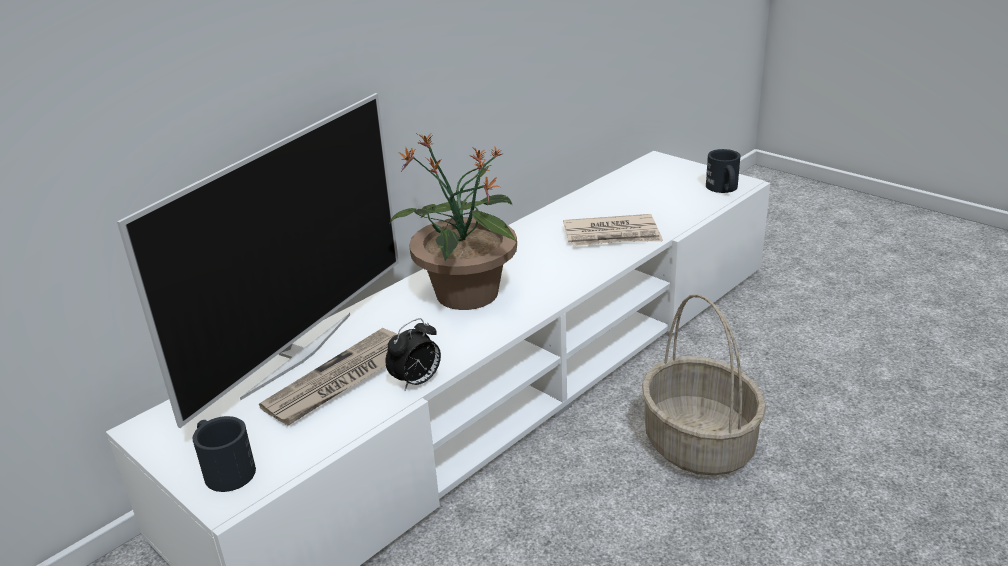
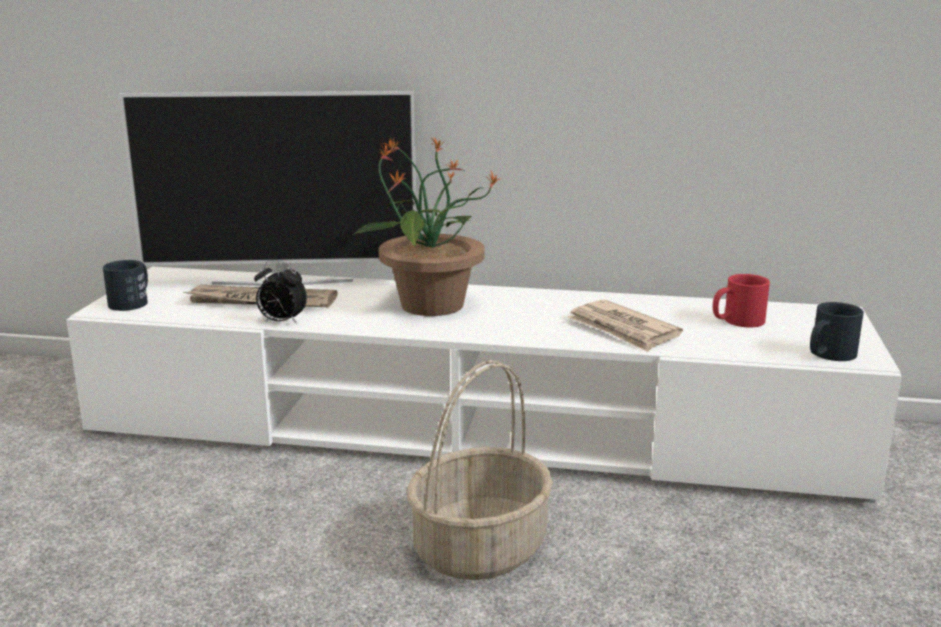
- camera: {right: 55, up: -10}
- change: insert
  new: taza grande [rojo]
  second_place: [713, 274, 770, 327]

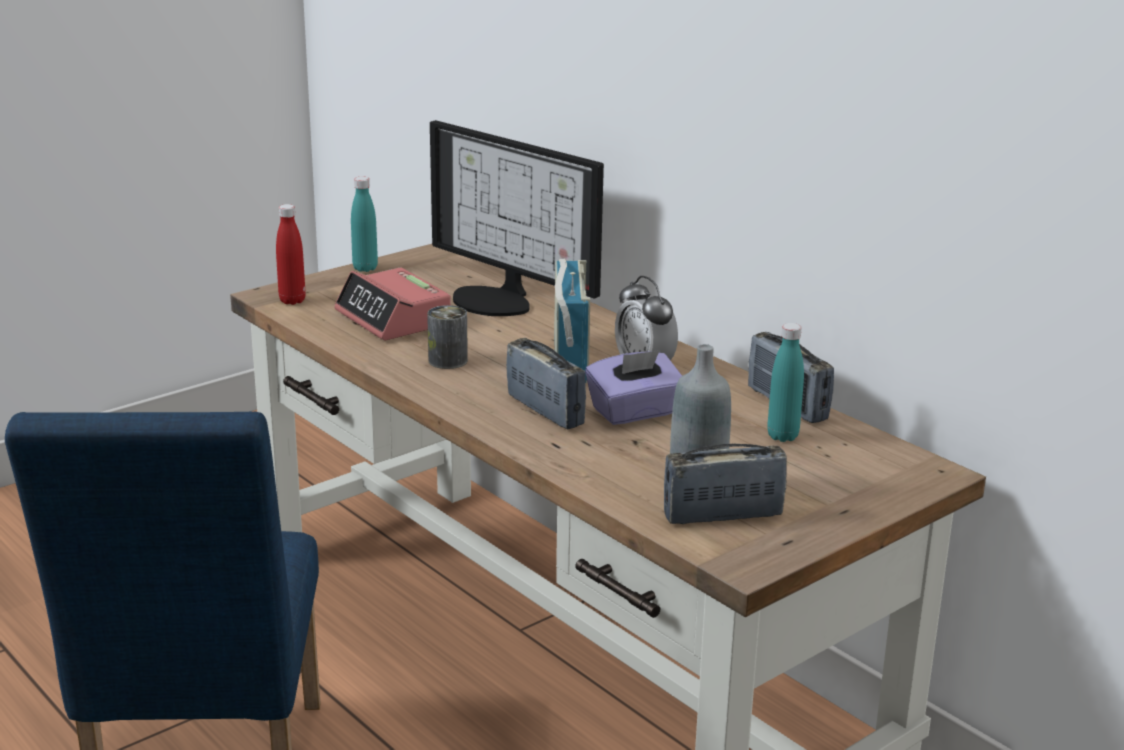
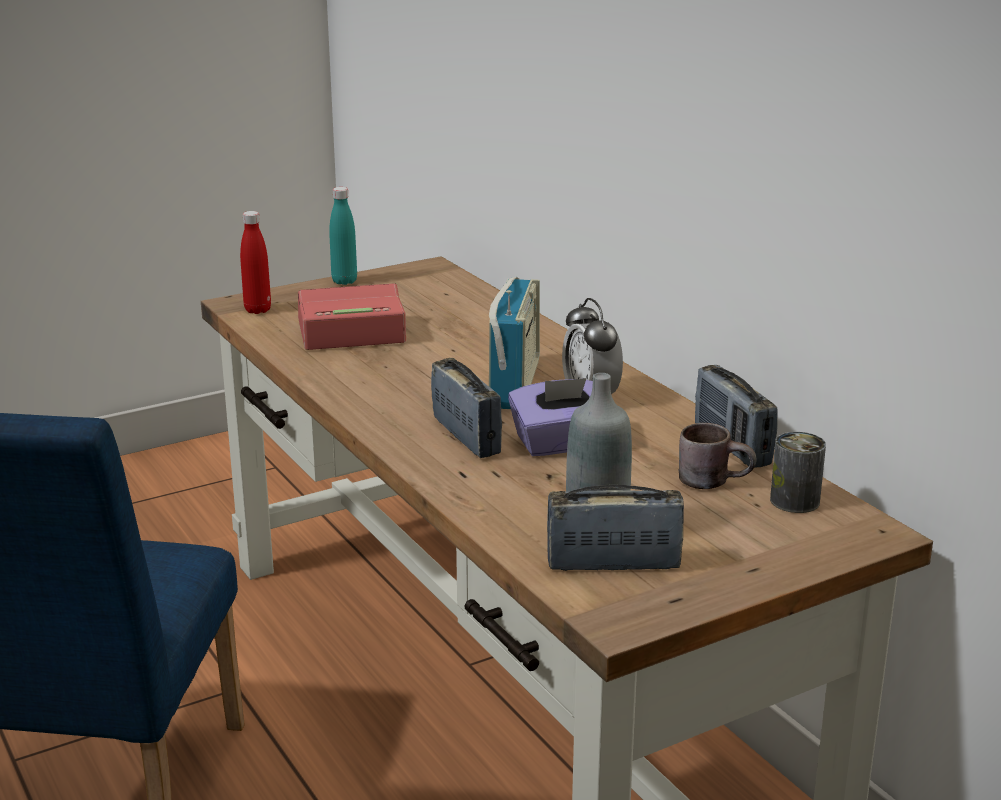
- camera: {right: 10, up: 0}
- change: delete
  old: monitor
  first_place: [430, 120, 604, 316]
- change: rotate
  old: despertador
  first_place: [334, 267, 451, 340]
  second_place: [298, 283, 406, 350]
  degrees: 105
- change: move
  old: lata
  first_place: [427, 305, 468, 369]
  second_place: [770, 432, 826, 513]
- change: replace
  old: botella [turquesa]
  new: taza grande [marrón]
  first_place: [767, 323, 804, 442]
  second_place: [679, 423, 757, 489]

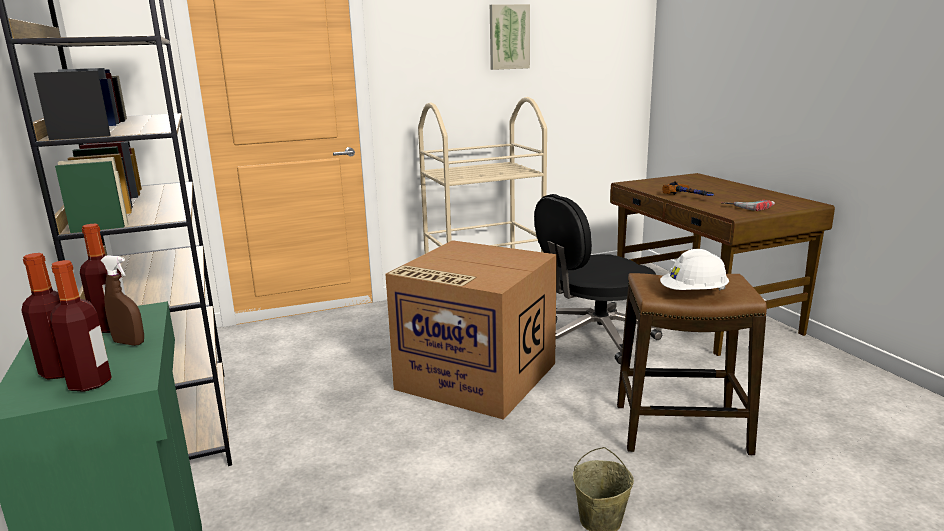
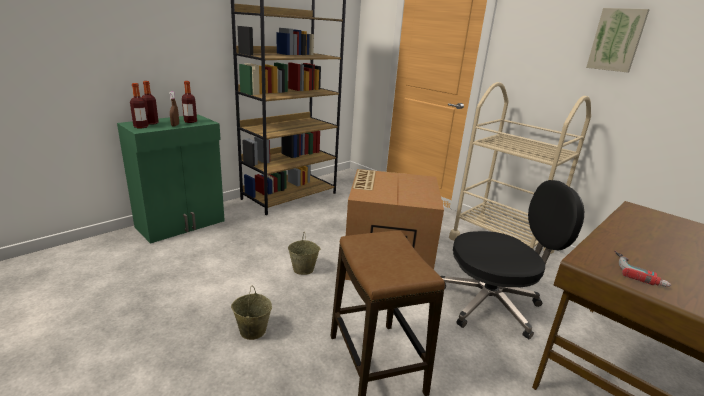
- camera: {right: 65, up: 5}
- change: delete
  old: martillo
  first_place: [662, 181, 714, 196]
- change: rotate
  old: silla de oficina [negro]
  first_place: [534, 194, 662, 364]
  second_place: [440, 180, 584, 339]
  degrees: 135
- change: delete
  old: casco [blanco]
  first_place: [660, 249, 729, 291]
- change: insert
  new: cubo [beis]
  second_place: [288, 233, 320, 275]

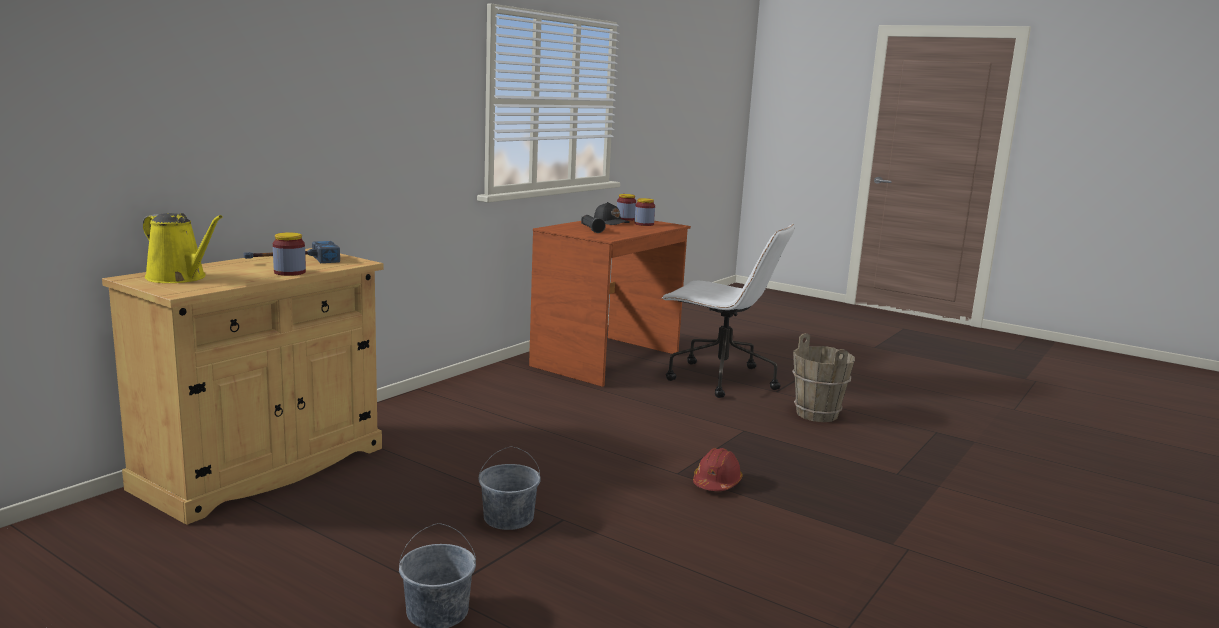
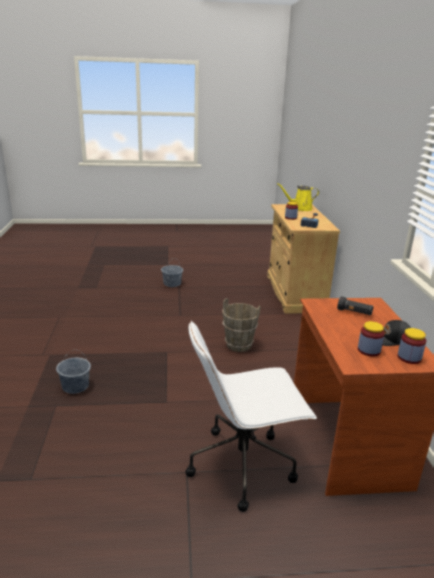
- camera: {right: 140, up: 10}
- change: move
  old: cubo [marrón]
  first_place: [792, 333, 855, 422]
  second_place: [222, 298, 260, 352]
- change: move
  old: cubo [gris]
  first_place: [479, 446, 541, 530]
  second_place: [56, 350, 91, 394]
- change: delete
  old: casco [rojo]
  first_place: [693, 448, 743, 491]

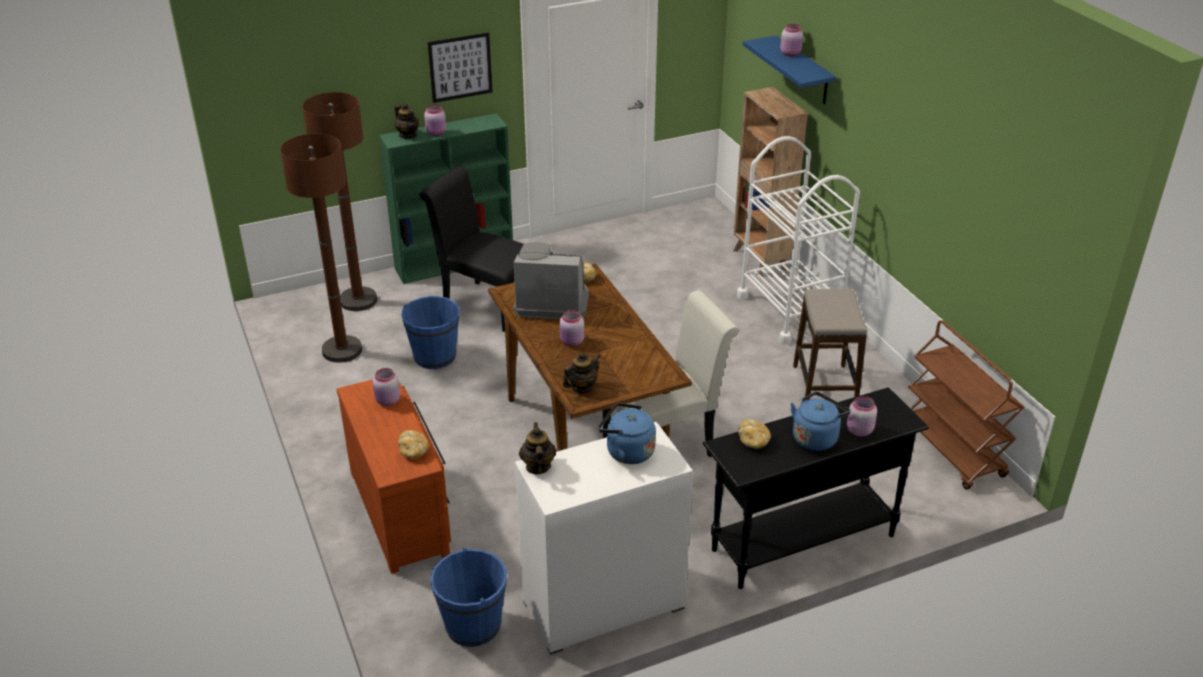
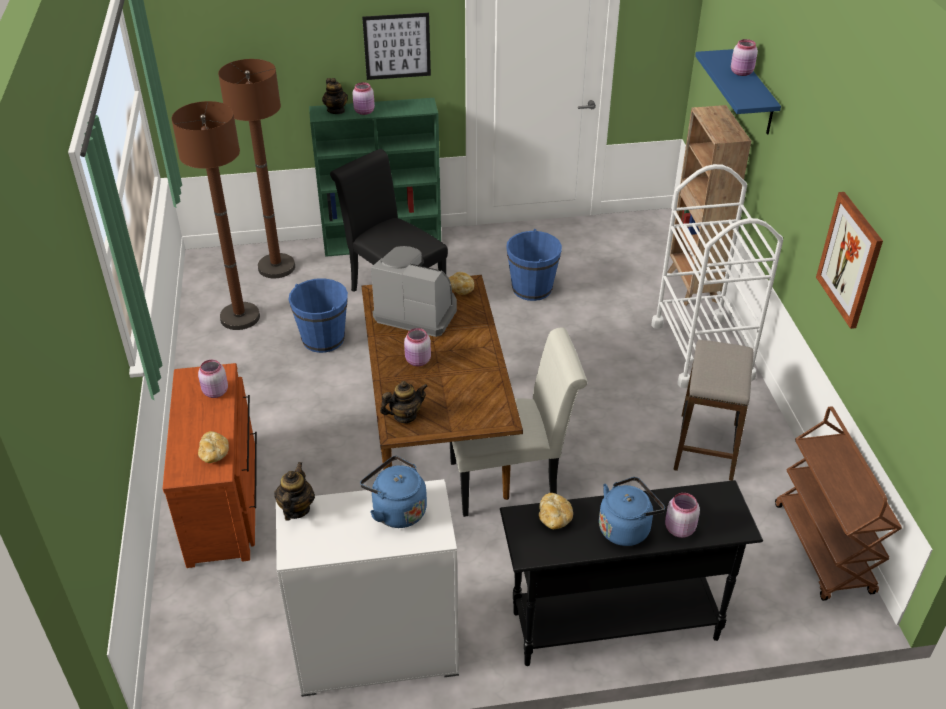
- camera: {right: 15, up: 5}
- change: move
  old: cubo [azul]
  first_place: [430, 547, 507, 647]
  second_place: [506, 229, 562, 301]
- change: insert
  new: cuadro
  second_place: [816, 192, 883, 329]

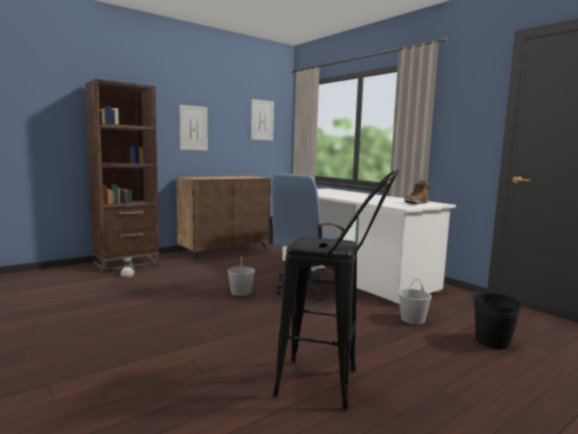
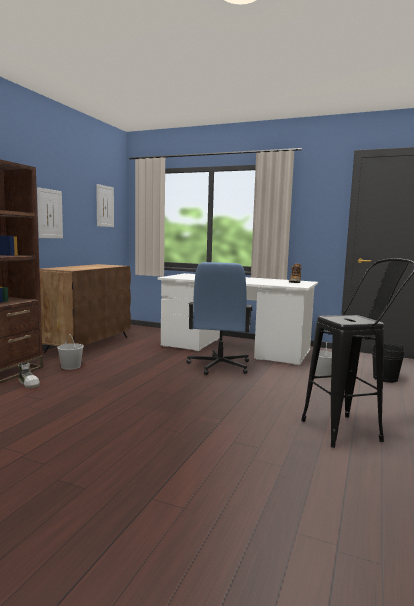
- camera: {right: -30, up: 0}
- change: move
  old: cubo [blanco]
  first_place: [227, 257, 255, 296]
  second_place: [57, 334, 84, 370]

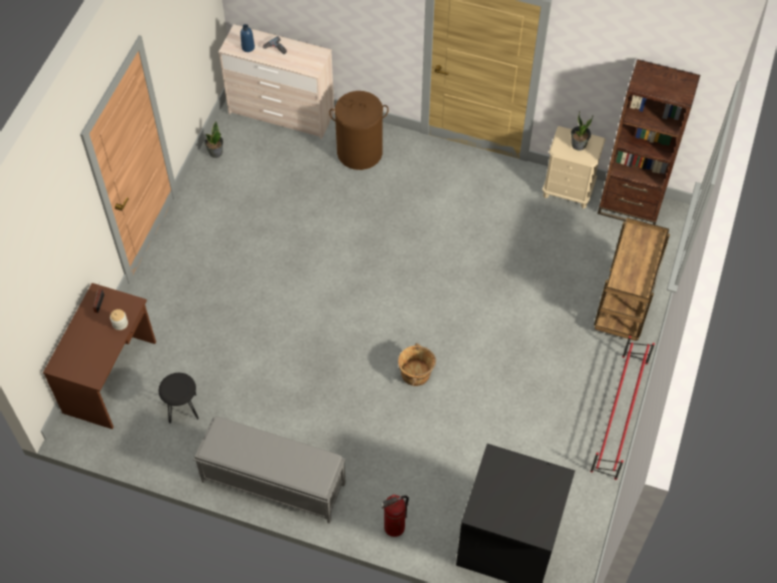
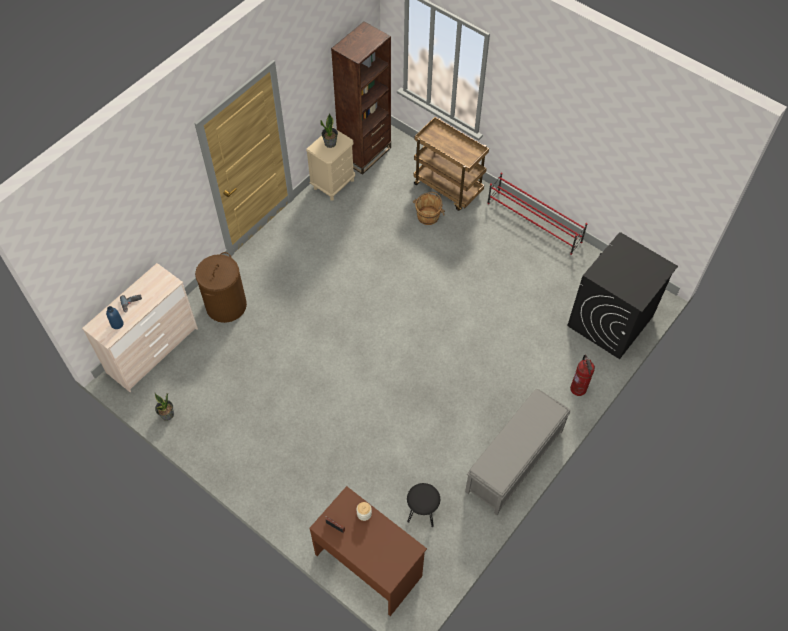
- camera: {right: -70, up: 0}
- change: move
  old: cubo [marrón]
  first_place: [398, 343, 436, 386]
  second_place: [413, 192, 445, 225]

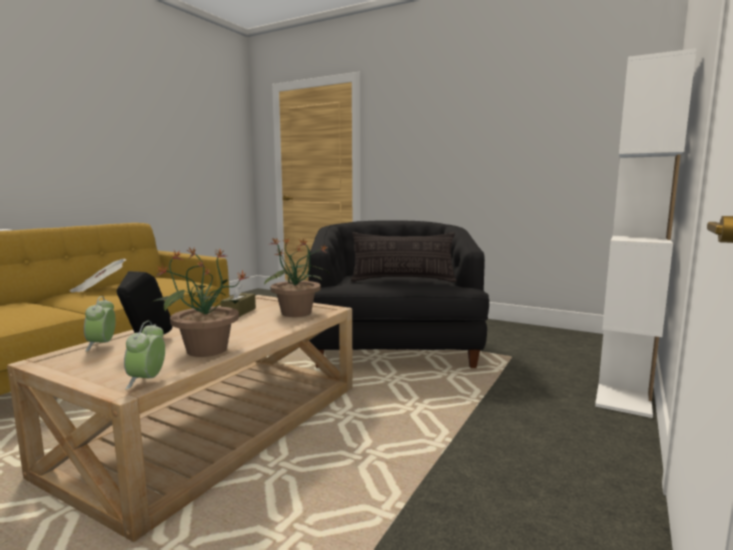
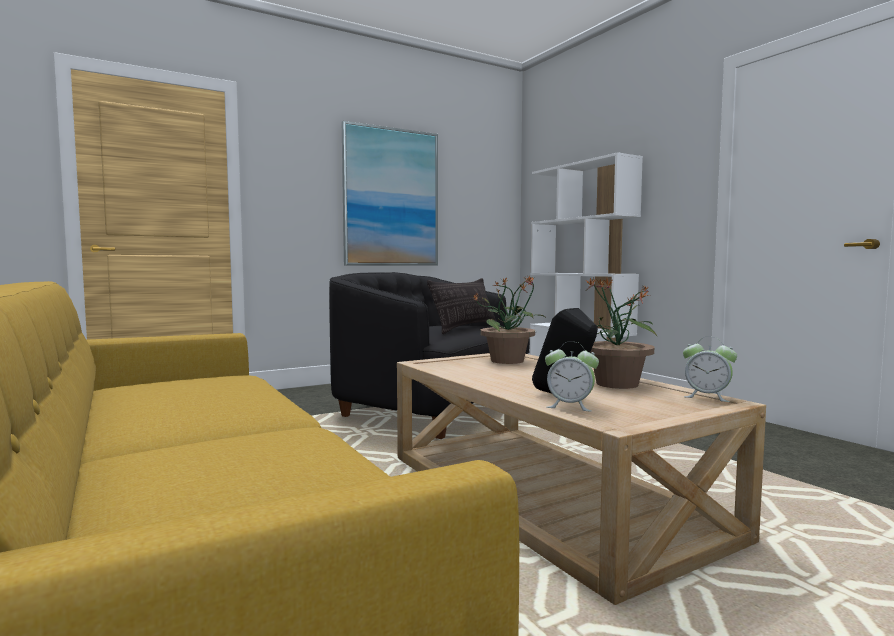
- camera: {right: -60, up: -5}
- change: delete
  old: periódico
  first_place: [70, 259, 126, 292]
- change: delete
  old: caja de pañuelos [marrón]
  first_place: [221, 282, 256, 317]
- change: insert
  new: cuadro
  second_place: [342, 121, 438, 266]

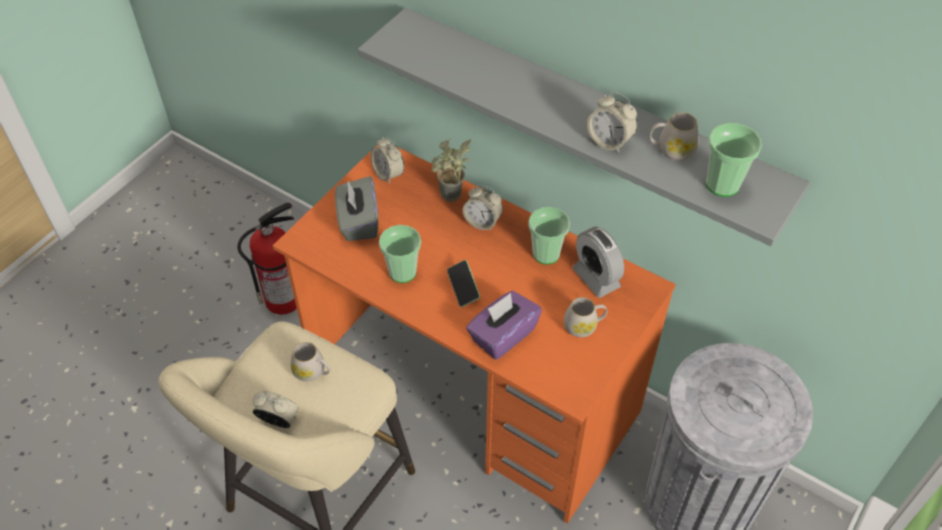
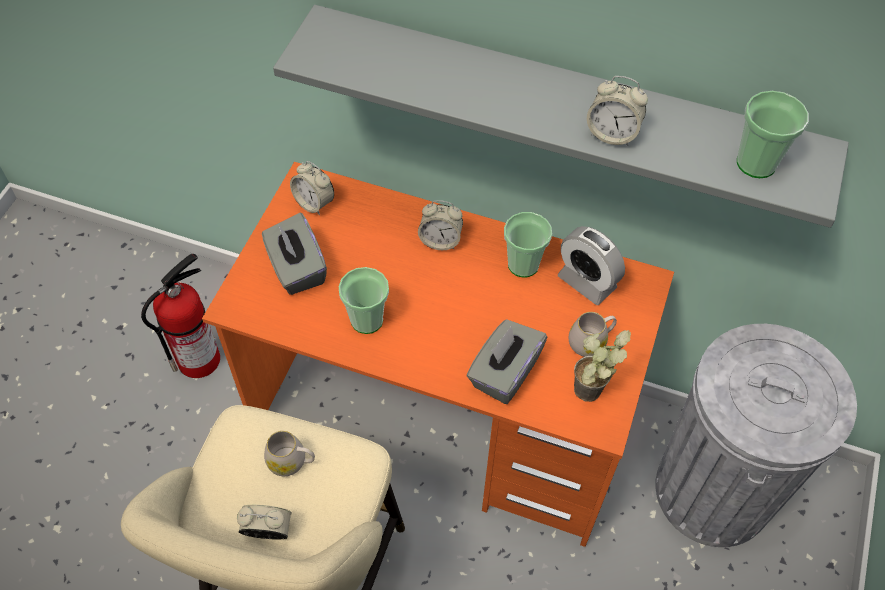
- camera: {right: -15, up: 5}
- change: delete
  old: taza grande [blanco]
  first_place: [650, 112, 699, 161]
- change: move
  old: planta en maceta
  first_place: [431, 139, 472, 202]
  second_place: [574, 330, 631, 402]
- change: delete
  old: móvil
  first_place: [447, 260, 480, 307]
- change: recolor
  old: caja de pañuelos [morado]
  new: caja de pañuelos [gris]
  first_place: [466, 291, 542, 360]
  second_place: [466, 320, 547, 404]

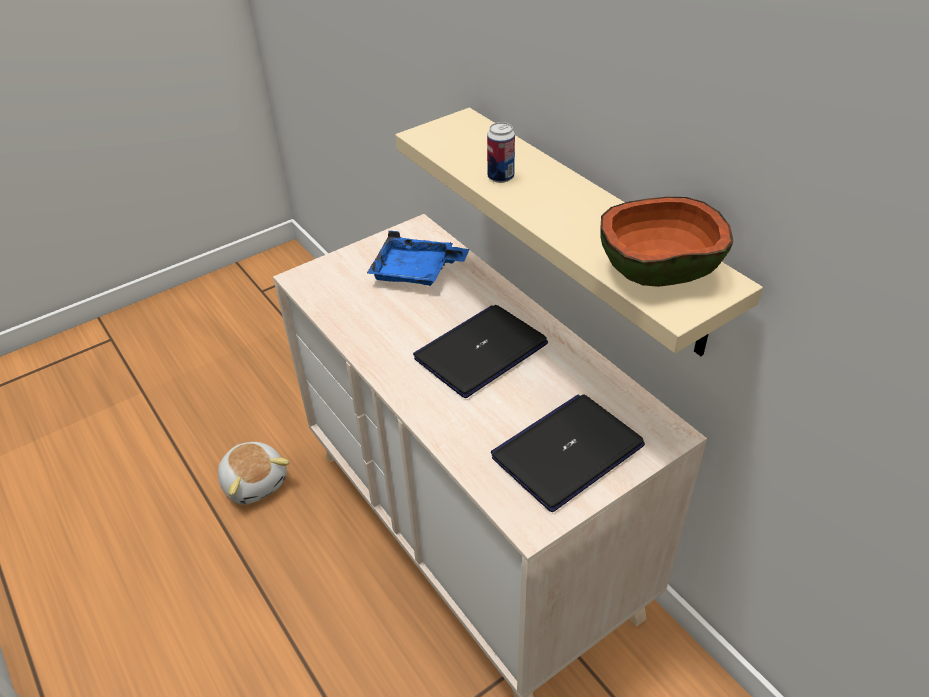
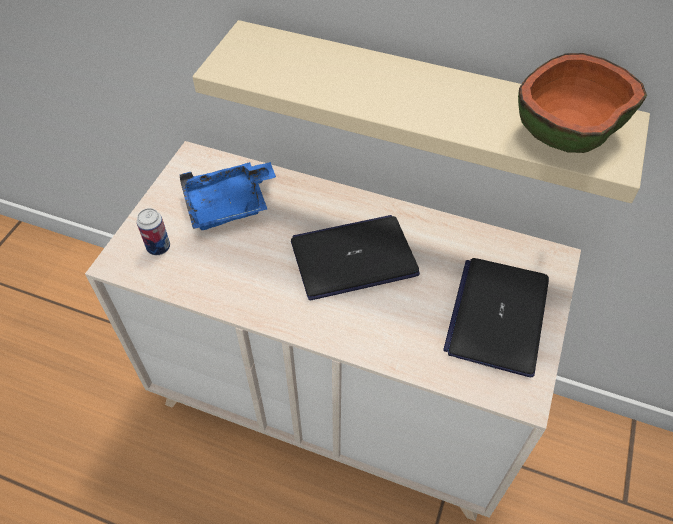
- camera: {right: -35, up: 10}
- change: move
  old: lata
  first_place: [487, 122, 515, 183]
  second_place: [137, 208, 170, 255]
- change: rotate
  old: portátil
  first_place: [413, 305, 548, 398]
  second_place: [291, 215, 420, 300]
  degrees: 60
- change: delete
  old: peluche
  first_place: [218, 442, 290, 505]

